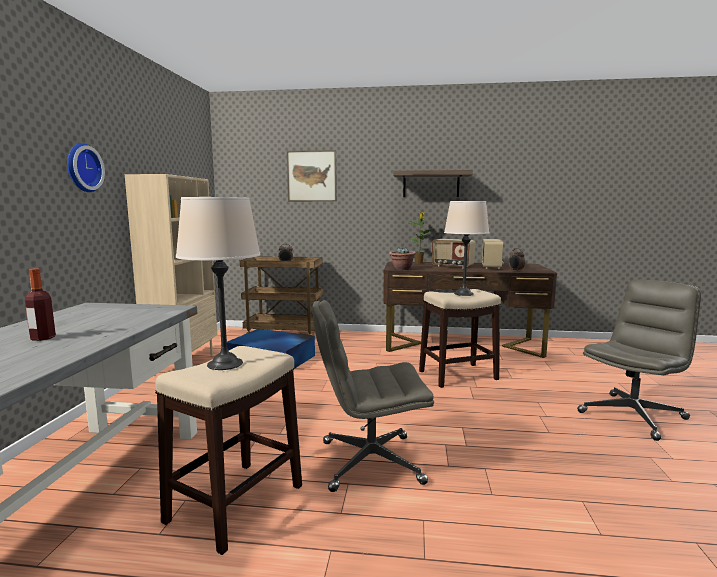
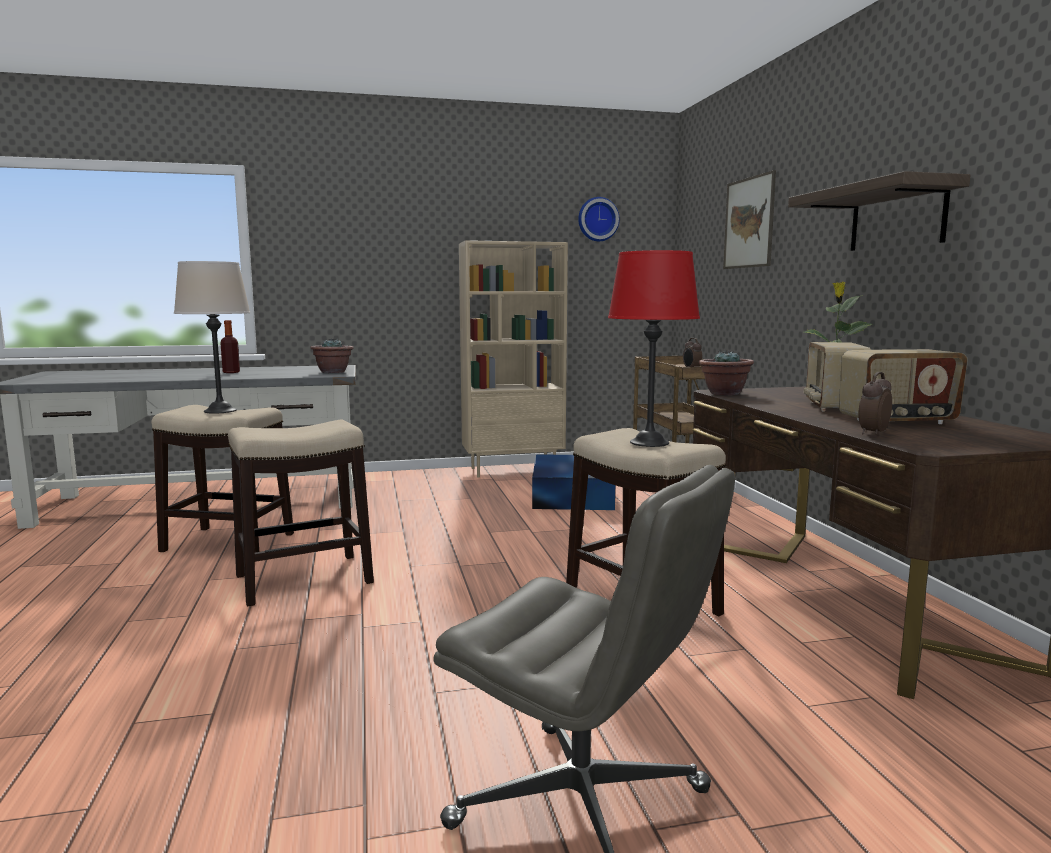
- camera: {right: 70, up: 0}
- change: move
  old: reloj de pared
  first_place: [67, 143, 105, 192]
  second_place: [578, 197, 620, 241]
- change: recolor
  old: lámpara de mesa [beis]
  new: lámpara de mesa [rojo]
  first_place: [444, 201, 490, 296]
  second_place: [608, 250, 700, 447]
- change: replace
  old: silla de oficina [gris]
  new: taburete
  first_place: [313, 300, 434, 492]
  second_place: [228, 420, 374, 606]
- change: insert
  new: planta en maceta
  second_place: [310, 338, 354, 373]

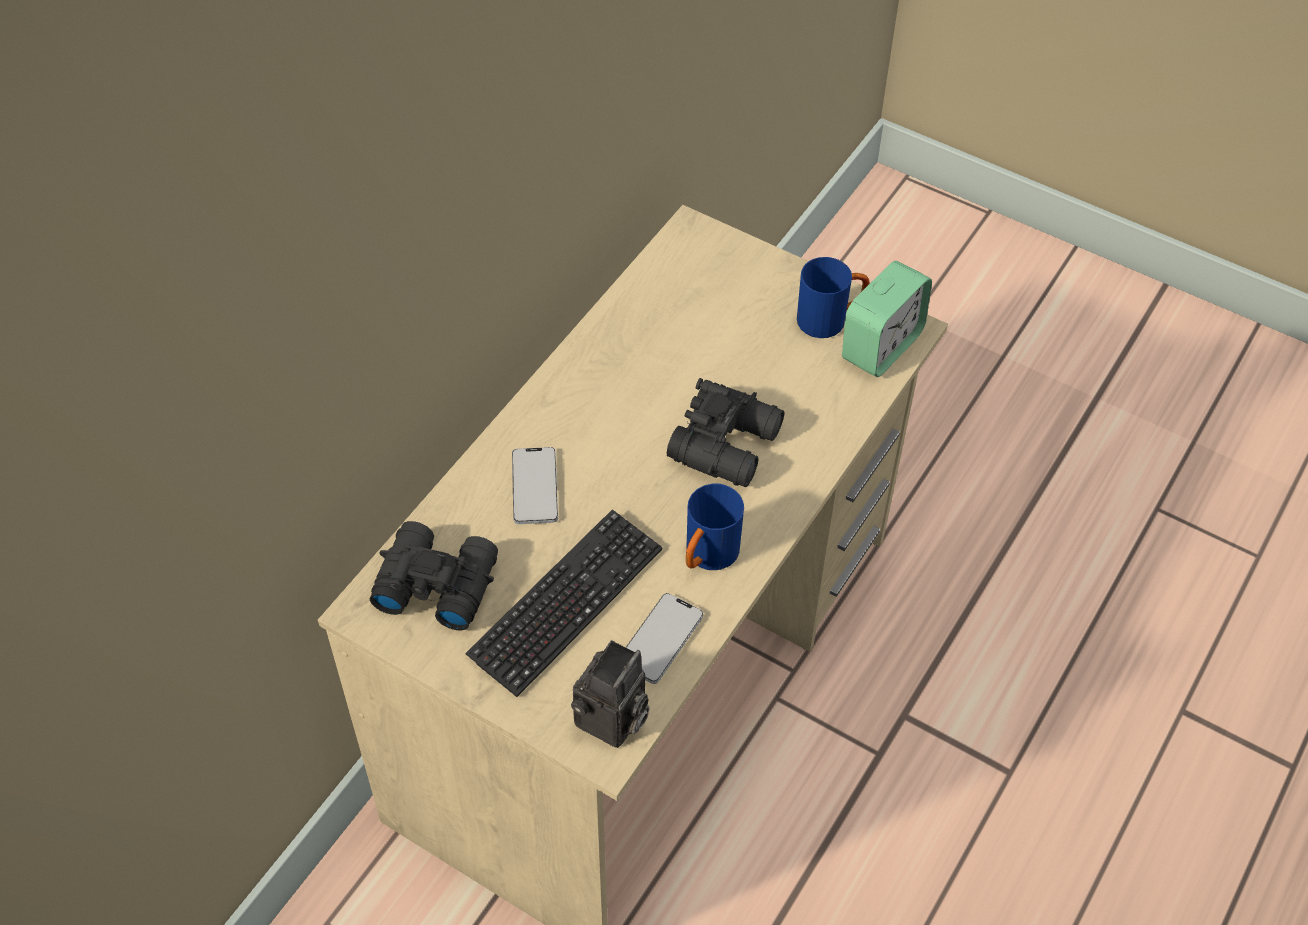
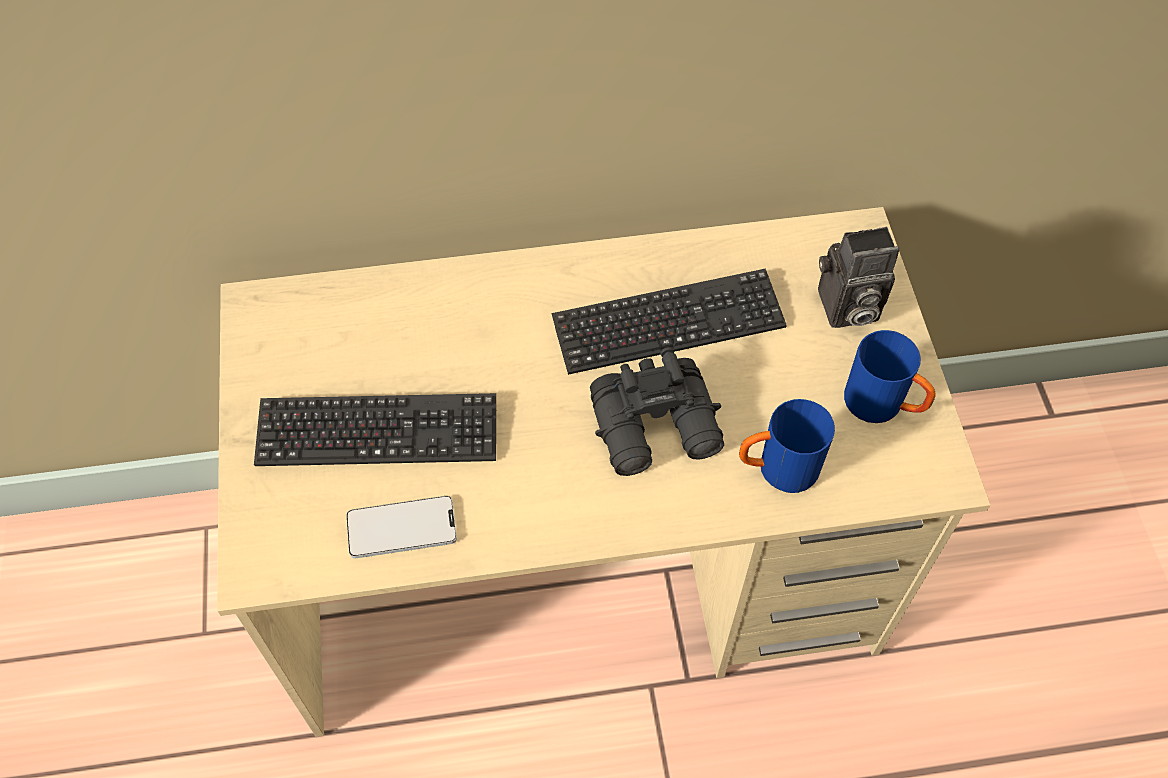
- camera: {right: 50, up: 5}
- change: delete
  old: despertador
  first_place: [842, 261, 932, 377]
- change: delete
  old: móvil
  first_place: [512, 447, 558, 524]
- change: move
  old: taza grande [azul]
  first_place: [686, 483, 744, 570]
  second_place: [739, 399, 835, 493]
- change: delete
  old: prismáticos [negro]
  first_place: [370, 521, 498, 630]
- change: move
  old: cámara
  first_place: [571, 640, 650, 748]
  second_place: [818, 227, 900, 328]
- change: insert
  new: teclado
  second_place: [552, 268, 787, 375]

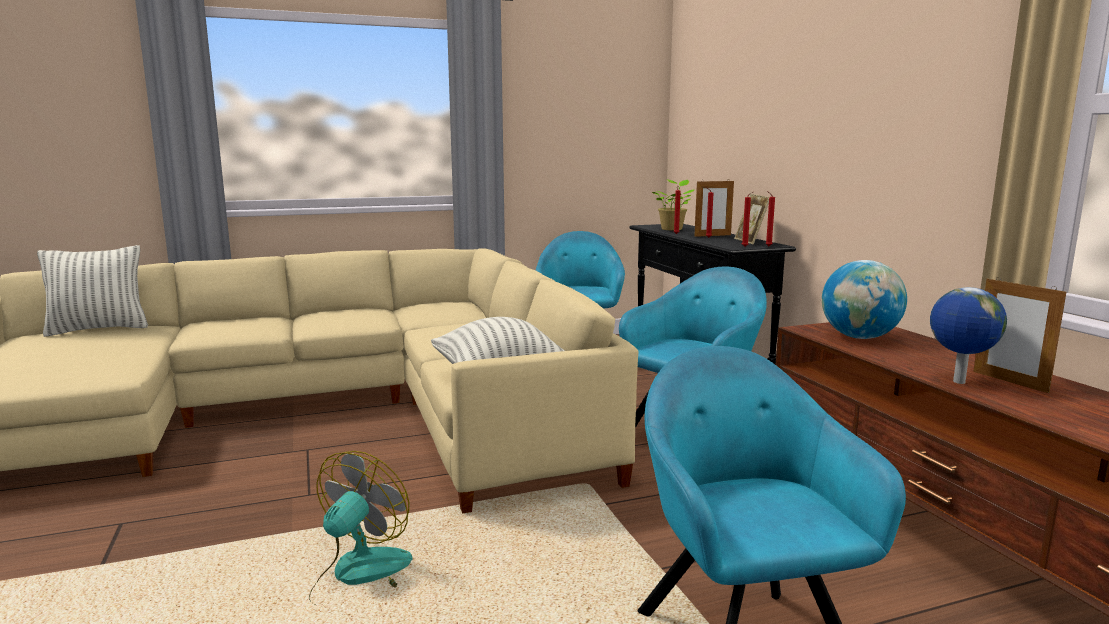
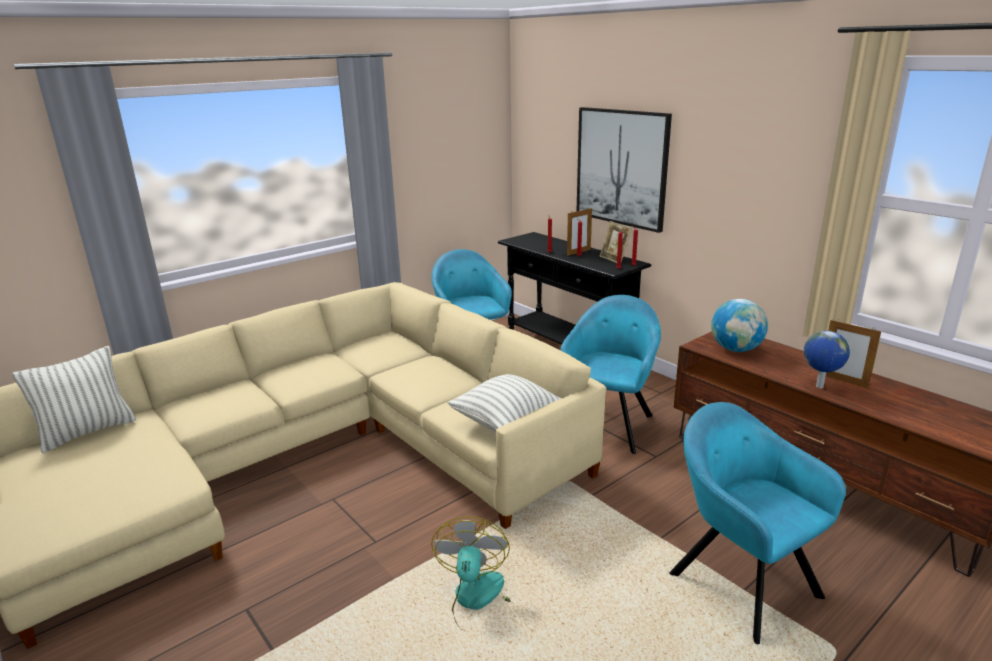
- camera: {right: -20, up: 10}
- change: delete
  old: planta en maceta
  first_place: [652, 179, 695, 230]
- change: insert
  new: cuadro
  second_place: [577, 107, 672, 233]

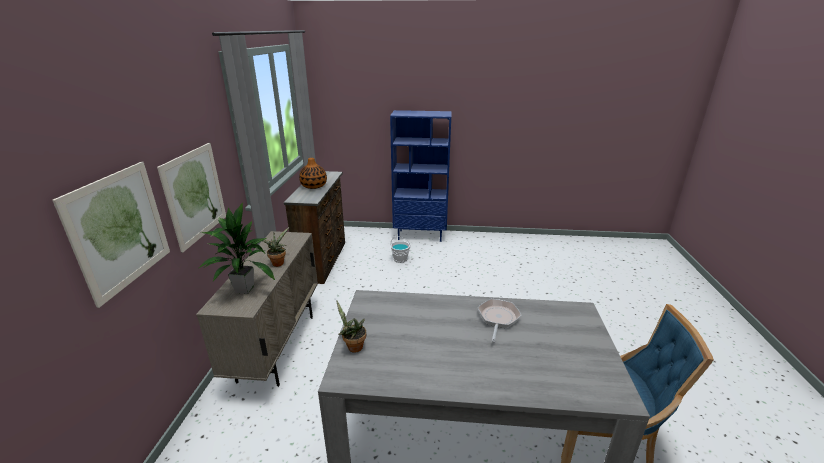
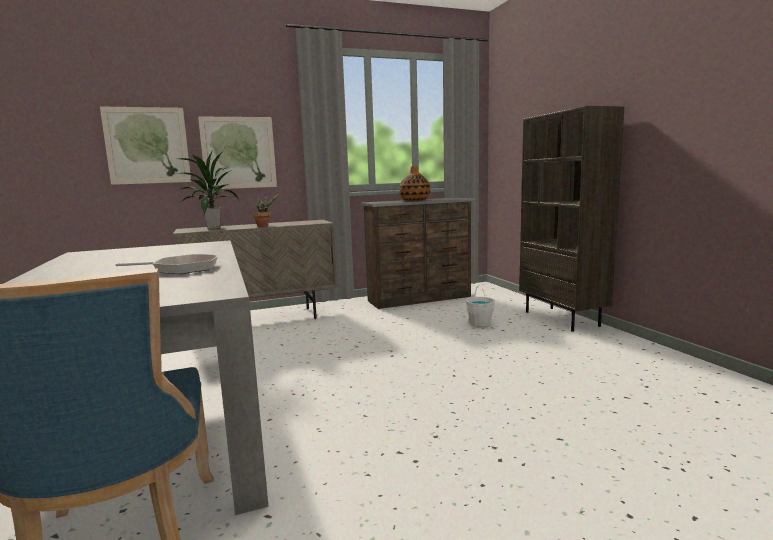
- camera: {right: 65, up: -15}
- change: recolor
  old: estantería [azul]
  new: estantería [marrón]
  first_place: [390, 110, 452, 242]
  second_place: [519, 106, 624, 332]
- change: delete
  old: planta en maceta
  first_place: [336, 300, 366, 353]

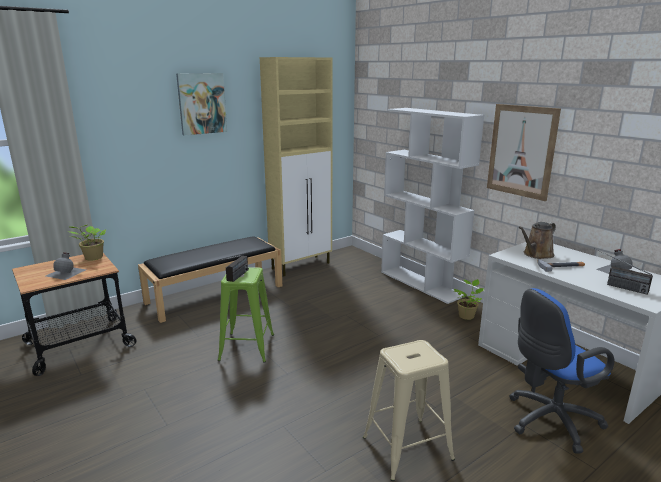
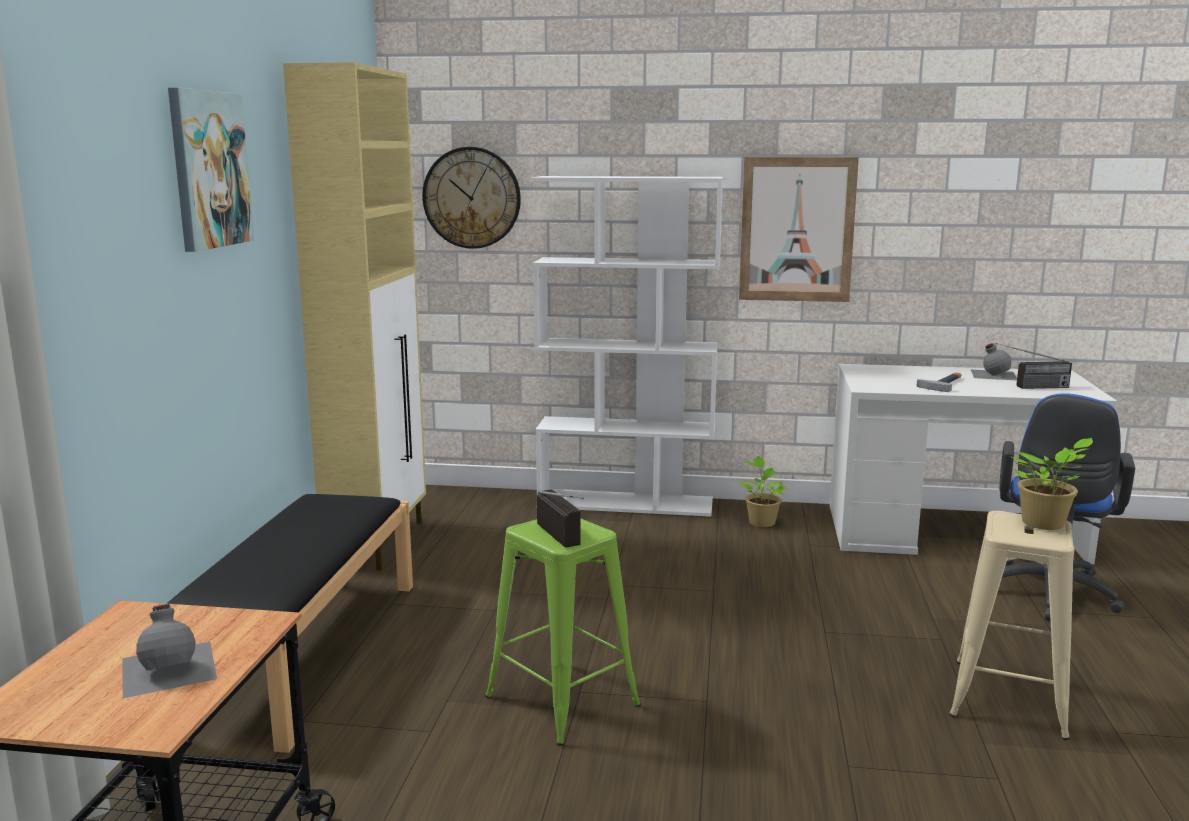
- camera: {right: -45, up: -5}
- change: delete
  old: regadera [marrón]
  first_place: [519, 222, 556, 259]
- change: move
  old: planta en maceta
  first_place: [67, 225, 106, 261]
  second_place: [1010, 438, 1093, 530]
- change: insert
  new: reloj de pared
  second_place: [422, 147, 521, 249]

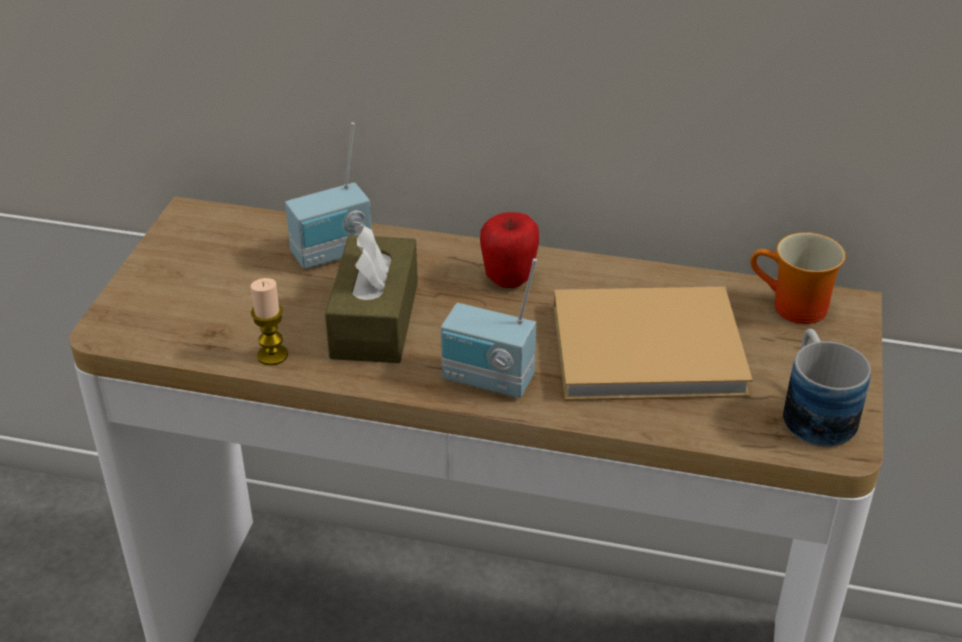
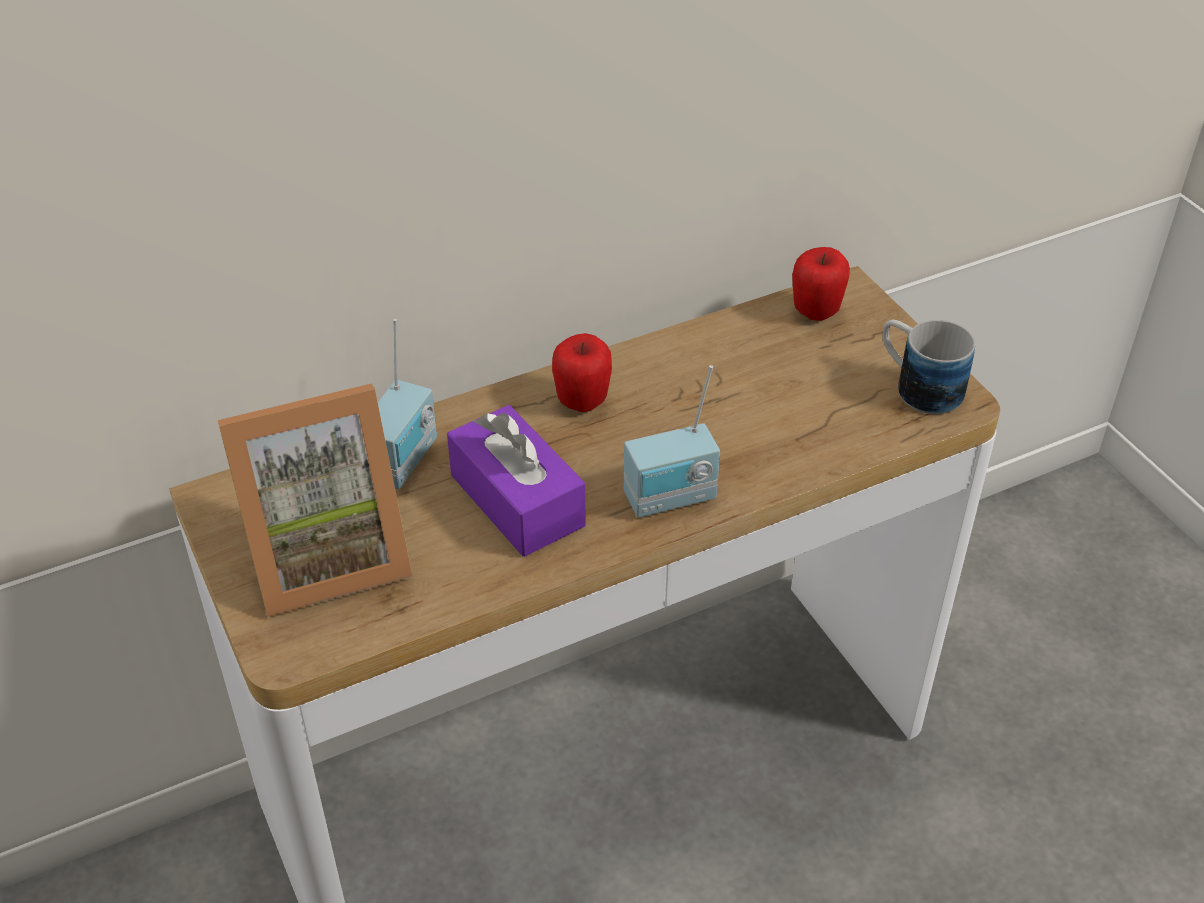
- camera: {right: -40, up: 5}
- change: recolor
  old: caja de pañuelos [marrón]
  new: caja de pañuelos [morado]
  first_place: [325, 224, 418, 363]
  second_place: [447, 405, 586, 557]
- change: replace
  old: taza grande
  new: manzana
  first_place: [750, 232, 846, 324]
  second_place: [792, 247, 850, 321]
- change: delete
  old: vela
  first_place: [251, 278, 288, 365]
- change: delete
  old: libro [beis]
  first_place: [554, 287, 753, 401]
- change: insert
  new: portarretratos
  second_place: [218, 383, 413, 617]

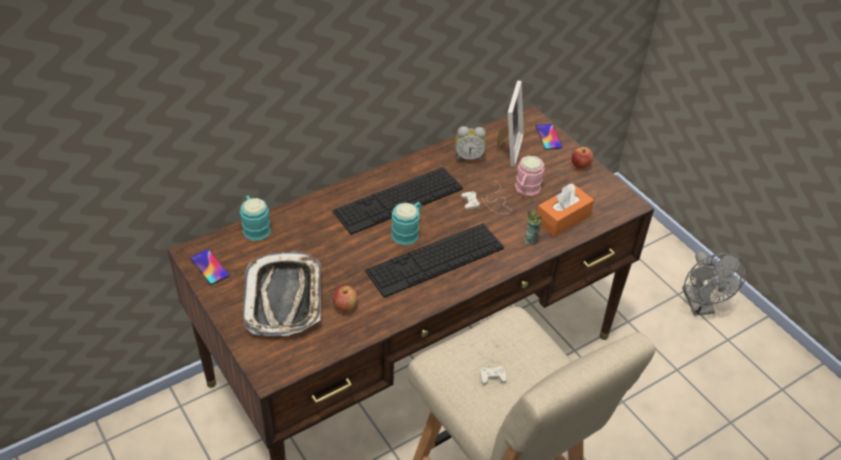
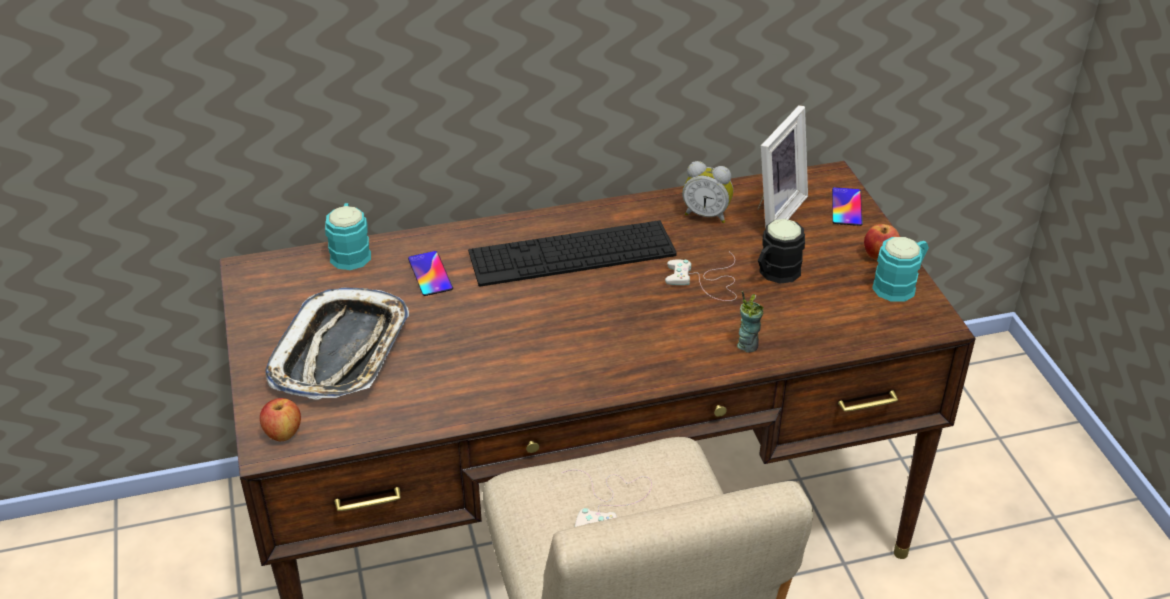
- camera: {right: 20, up: -5}
- change: recolor
  old: taza grande [rosa]
  new: taza grande [negro]
  first_place: [515, 156, 545, 196]
  second_place: [758, 219, 805, 284]
- change: delete
  old: caja de pañuelos [naranja]
  first_place: [537, 184, 594, 237]
- change: move
  old: taza grande [turquesa]
  first_place: [391, 202, 422, 245]
  second_place: [872, 237, 929, 302]
- change: delete
  old: teclado
  first_place: [365, 223, 504, 298]
- change: move
  old: móvil
  first_place: [190, 249, 230, 285]
  second_place: [408, 251, 453, 296]
- change: delete
  old: ventilador [gris]
  first_place: [682, 251, 747, 316]
- change: move
  old: manzana
  first_place: [333, 286, 357, 312]
  second_place: [260, 398, 301, 441]

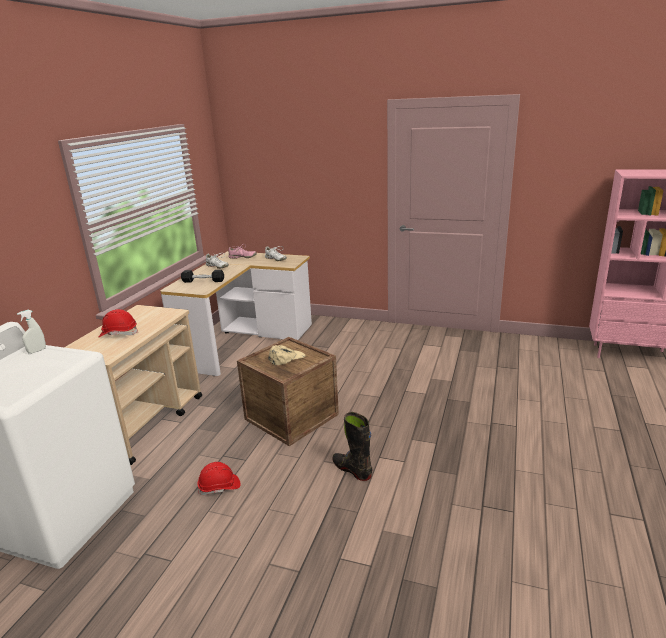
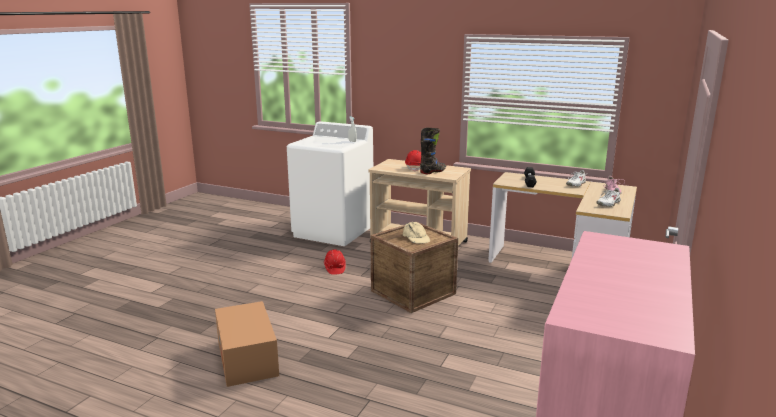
- camera: {right: 95, up: -5}
- change: move
  old: bota [negro]
  first_place: [332, 412, 372, 481]
  second_place: [420, 127, 446, 174]
- change: insert
  new: caja de cartón
  second_place: [215, 301, 279, 387]

